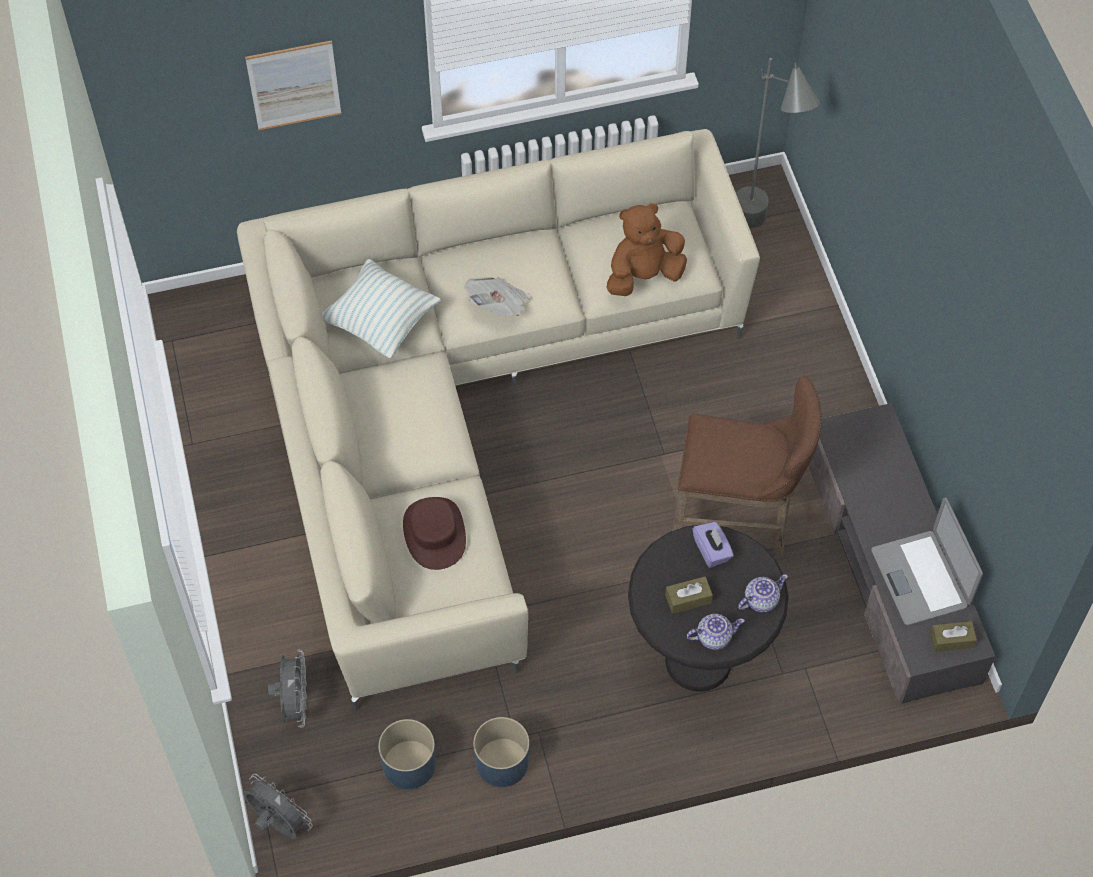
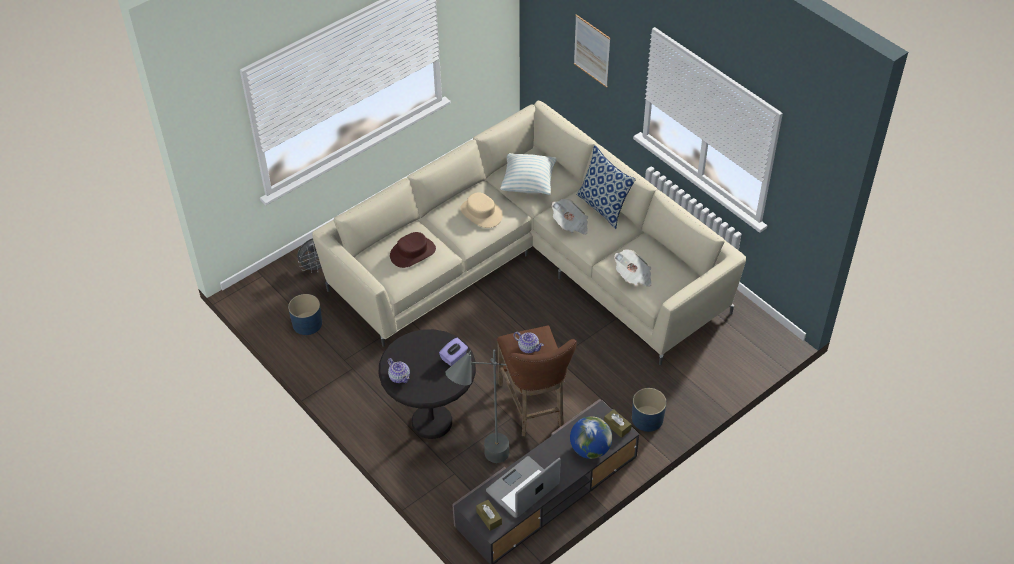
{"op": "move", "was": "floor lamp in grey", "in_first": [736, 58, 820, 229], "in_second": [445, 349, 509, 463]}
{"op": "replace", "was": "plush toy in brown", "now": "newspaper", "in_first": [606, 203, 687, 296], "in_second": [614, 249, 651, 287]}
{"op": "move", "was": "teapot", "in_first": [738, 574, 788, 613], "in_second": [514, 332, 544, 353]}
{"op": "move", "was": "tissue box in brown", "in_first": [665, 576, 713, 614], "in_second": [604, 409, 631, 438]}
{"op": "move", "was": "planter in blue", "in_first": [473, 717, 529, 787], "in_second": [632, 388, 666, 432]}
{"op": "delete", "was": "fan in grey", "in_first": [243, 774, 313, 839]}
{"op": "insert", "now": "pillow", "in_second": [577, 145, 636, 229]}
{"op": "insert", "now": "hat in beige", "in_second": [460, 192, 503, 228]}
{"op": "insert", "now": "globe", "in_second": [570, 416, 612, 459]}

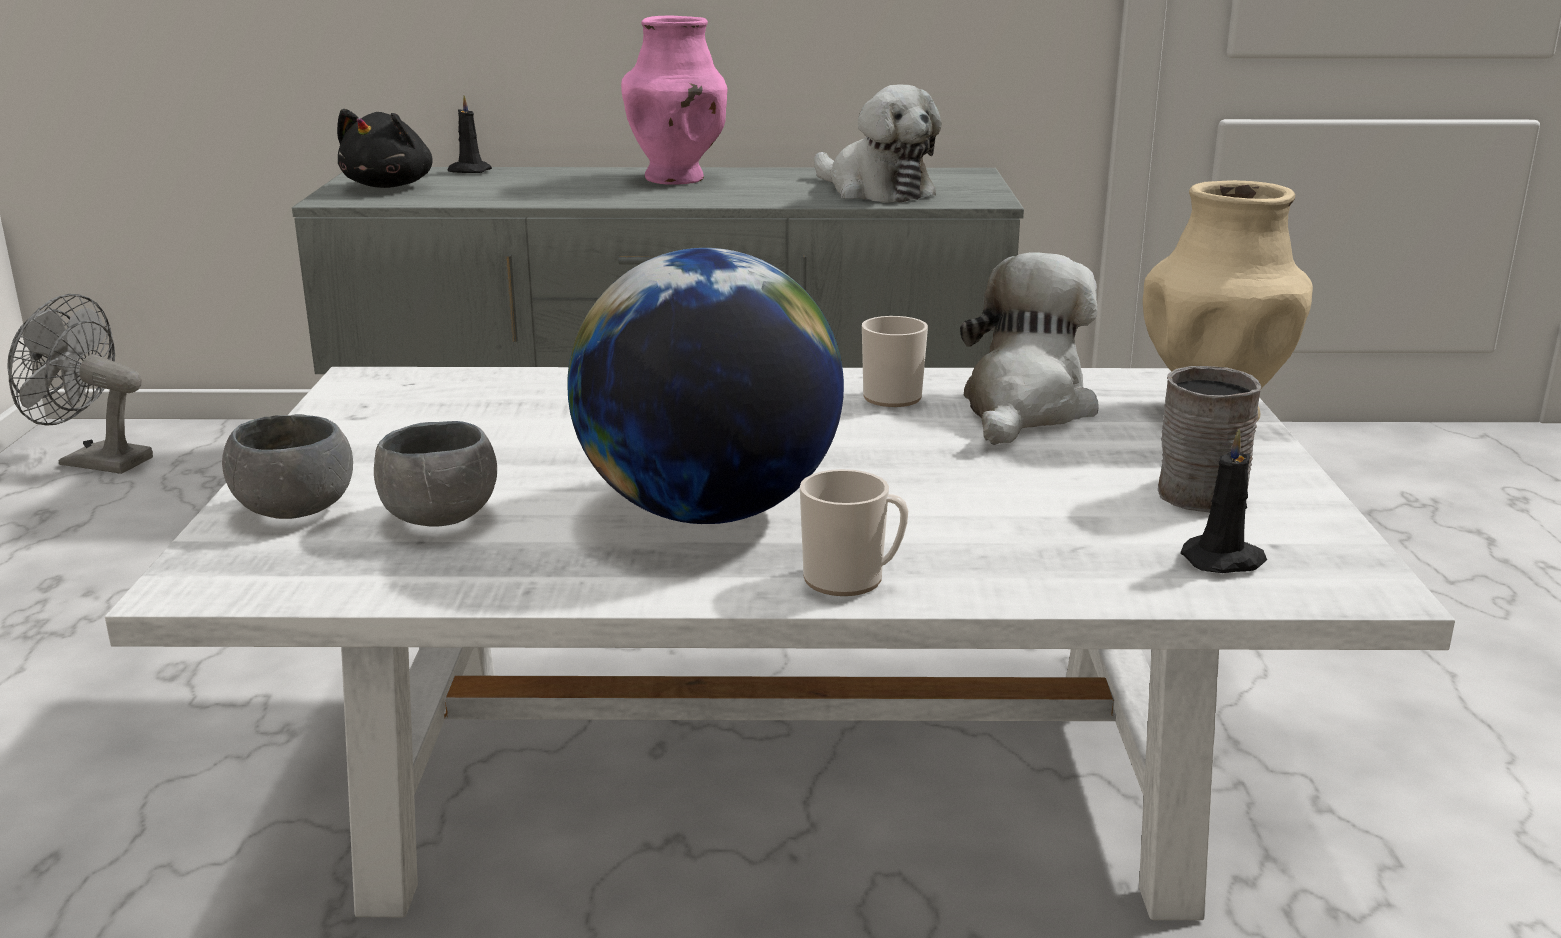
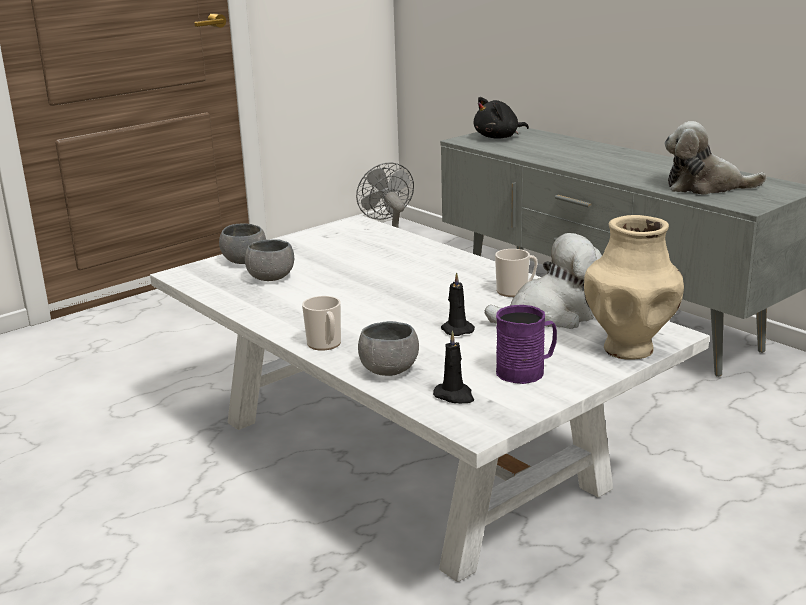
{"op": "delete", "was": "vase in pink", "in_first": [621, 16, 727, 185]}
{"op": "rotate", "was": "plush toy", "in_first": [814, 85, 942, 203], "in_second": [664, 121, 767, 195], "clockwise": 90}
{"op": "move", "was": "candle in black", "in_first": [447, 95, 492, 173], "in_second": [441, 272, 475, 336]}
{"op": "delete", "was": "globe", "in_first": [567, 248, 844, 524]}
{"op": "recolor", "was": "mug in grey", "now": "mug in purple", "in_first": [1158, 366, 1262, 512], "in_second": [496, 305, 557, 384]}
{"op": "insert", "now": "bowl in grey", "in_second": [358, 321, 419, 376]}

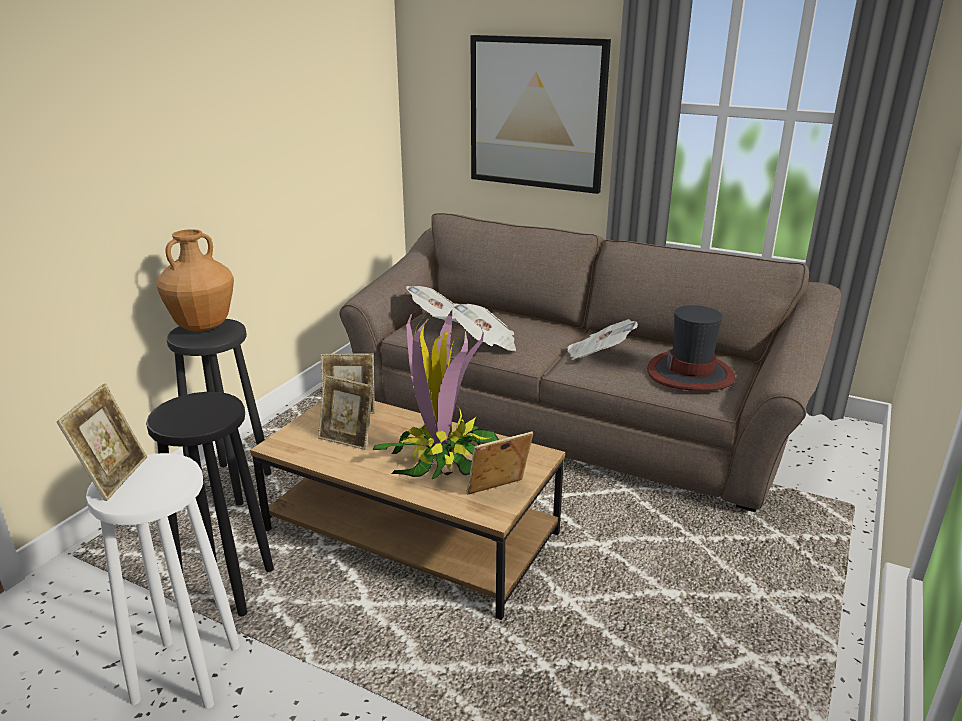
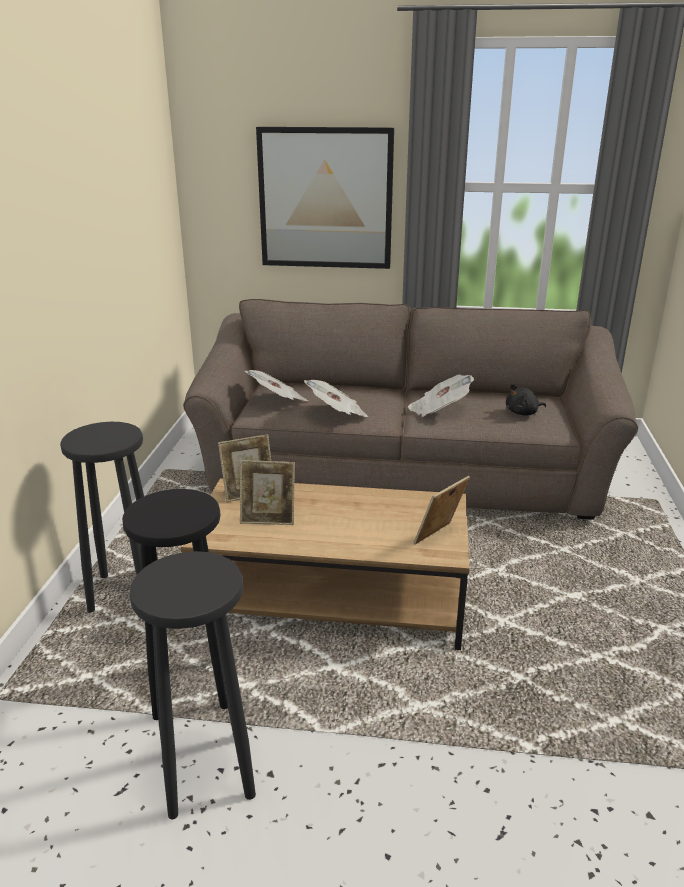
{"op": "delete", "was": "vase in brown", "in_first": [156, 229, 234, 331]}
{"op": "replace", "was": "hat", "now": "plush toy in black", "in_first": [647, 305, 735, 391], "in_second": [506, 384, 546, 416]}
{"op": "delete", "was": "potted plant", "in_first": [373, 308, 499, 479]}
{"op": "delete", "was": "picture frame", "in_first": [57, 383, 147, 501]}
{"op": "recolor", "was": "stool in white", "now": "stool in black", "in_first": [86, 453, 240, 709], "in_second": [129, 551, 256, 819]}

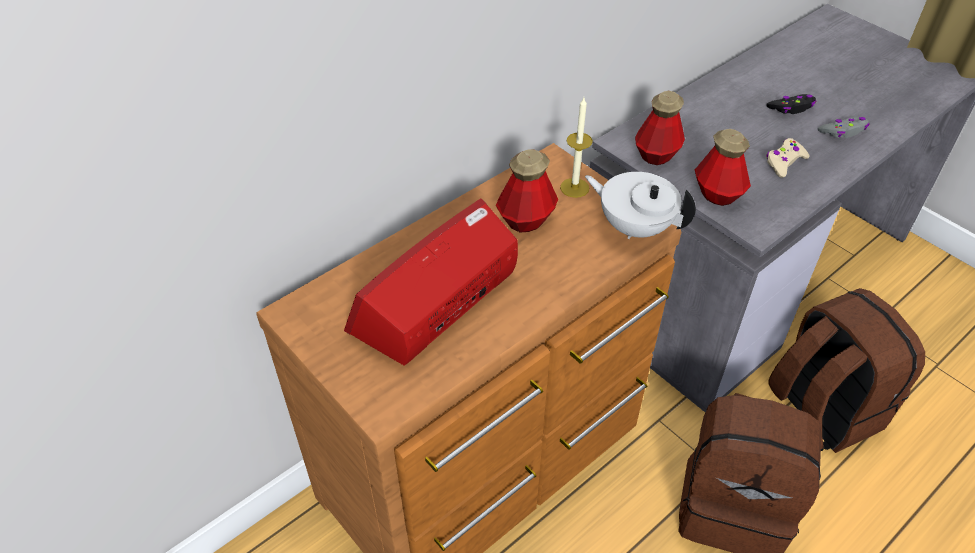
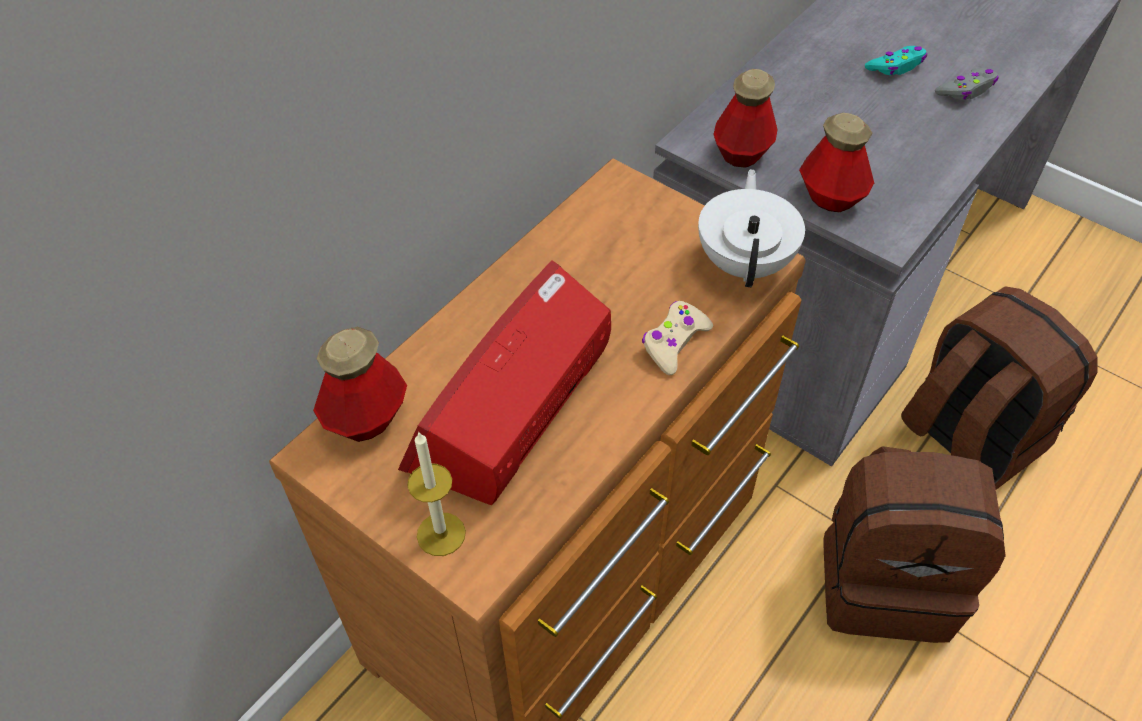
{"op": "recolor", "was": "game controller in black", "now": "game controller in turquoise", "in_first": [767, 94, 817, 114], "in_second": [865, 46, 927, 75]}
{"op": "move", "was": "candle", "in_first": [560, 98, 593, 198], "in_second": [407, 431, 466, 556]}
{"op": "move", "was": "game controller in beige", "in_first": [766, 138, 810, 178], "in_second": [642, 301, 713, 375]}
{"op": "move", "was": "bottle", "in_first": [496, 149, 558, 232], "in_second": [313, 327, 407, 442]}
{"op": "rotate", "was": "teapot in white", "in_first": [585, 172, 696, 239], "in_second": [698, 169, 805, 287], "clockwise": 75}

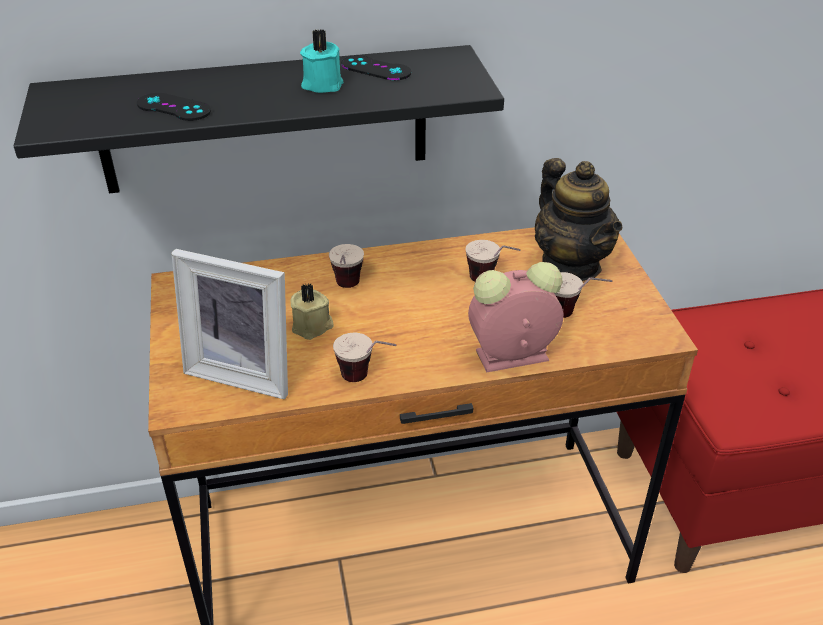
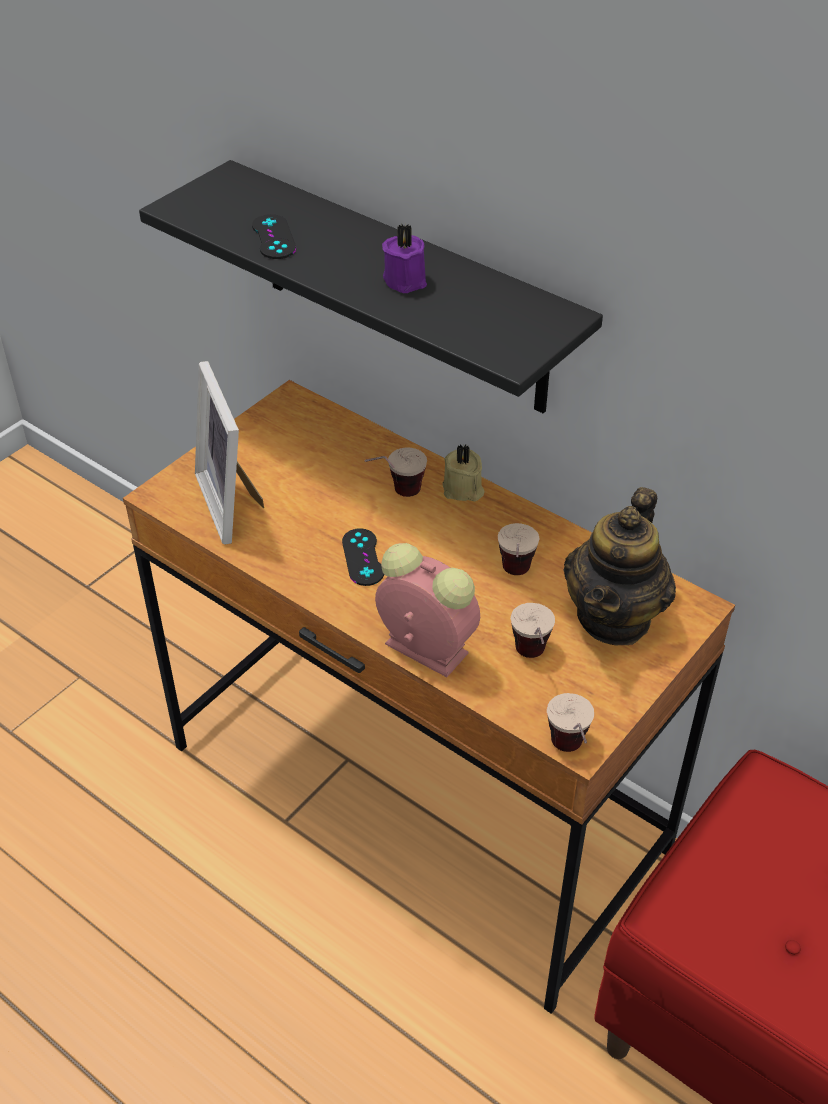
{"op": "recolor", "was": "candle in turquoise", "now": "candle in purple", "in_first": [300, 29, 344, 93], "in_second": [382, 224, 427, 293]}
{"op": "move", "was": "game controller in black", "in_first": [341, 55, 411, 80], "in_second": [342, 528, 384, 586]}
{"op": "move", "was": "candle in beige", "in_first": [290, 283, 334, 340], "in_second": [442, 444, 484, 501]}
{"op": "move", "was": "cup", "in_first": [333, 333, 396, 382], "in_second": [547, 693, 594, 752]}

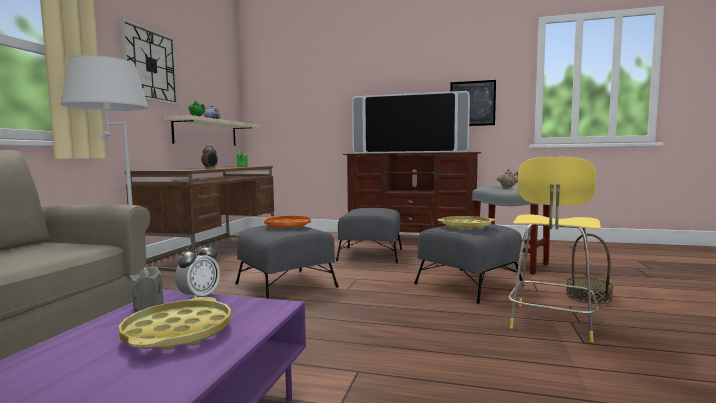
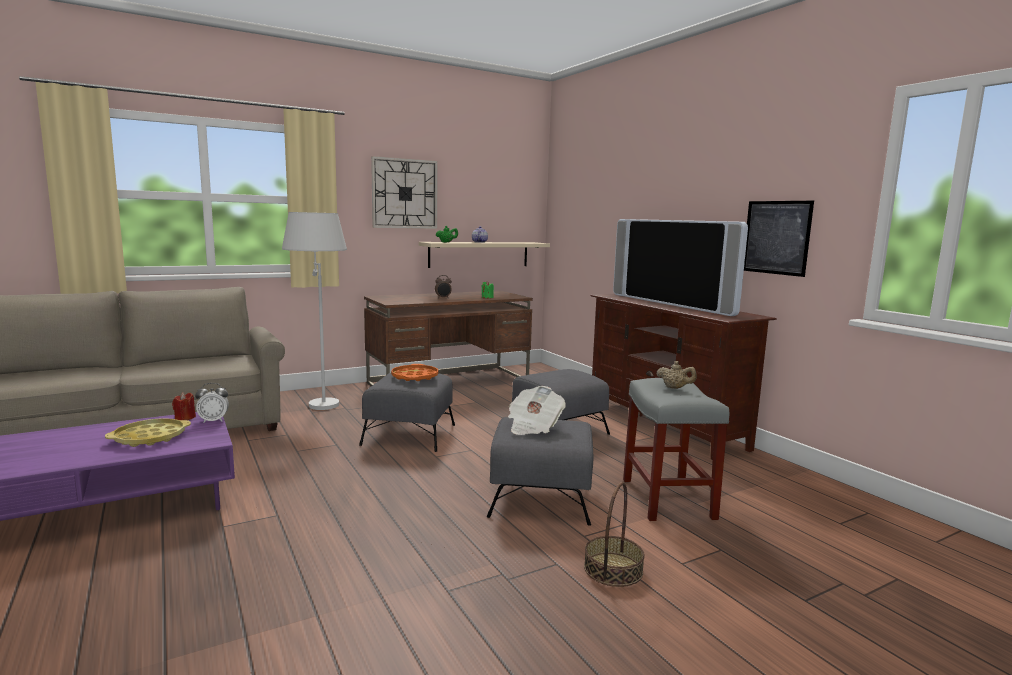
{"op": "delete", "was": "stool in yellow", "in_first": [508, 157, 601, 342]}
{"op": "replace", "was": "tray in yellow", "now": "newspaper", "in_first": [438, 216, 495, 230], "in_second": [508, 386, 566, 435]}
{"op": "recolor", "was": "candle in grey", "now": "candle in red", "in_first": [130, 267, 164, 312], "in_second": [172, 393, 196, 420]}

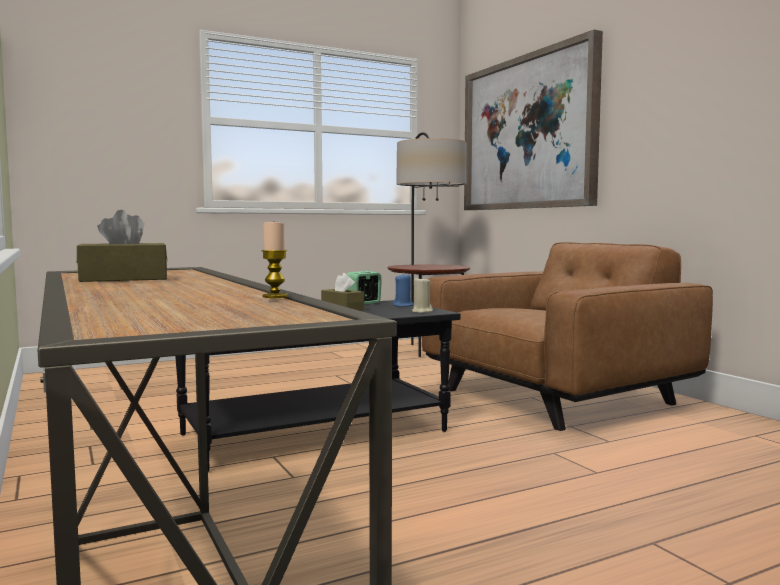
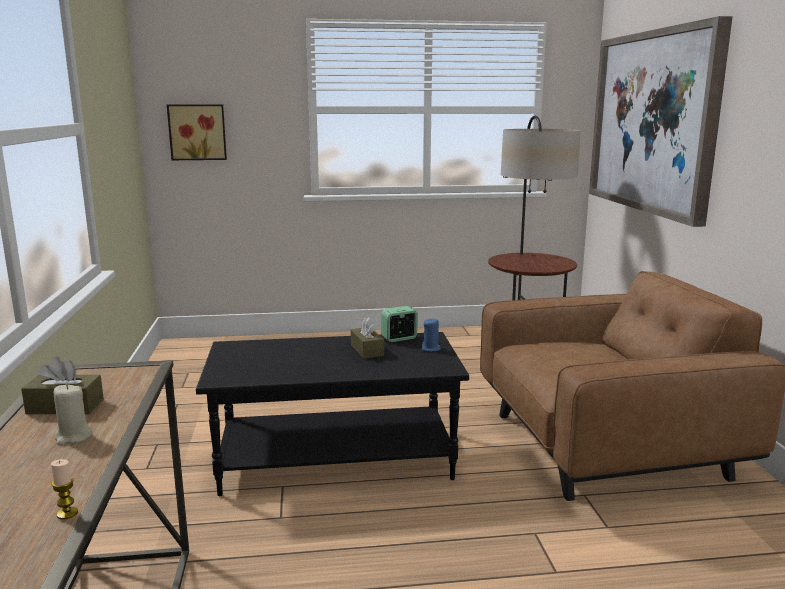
{"op": "move", "was": "candle in beige", "in_first": [412, 277, 433, 313], "in_second": [53, 384, 92, 445]}
{"op": "insert", "now": "picture", "in_second": [167, 105, 227, 160]}

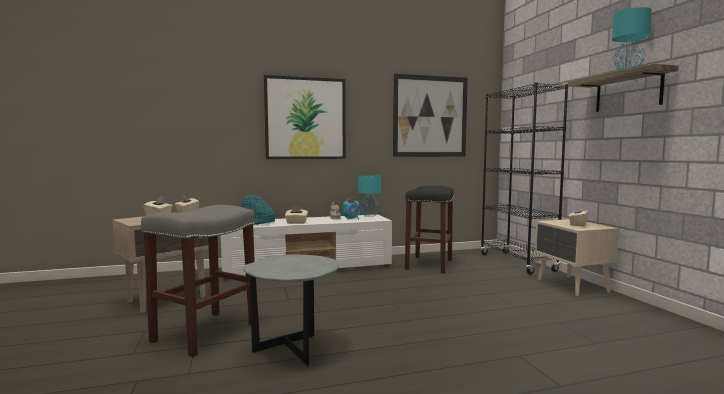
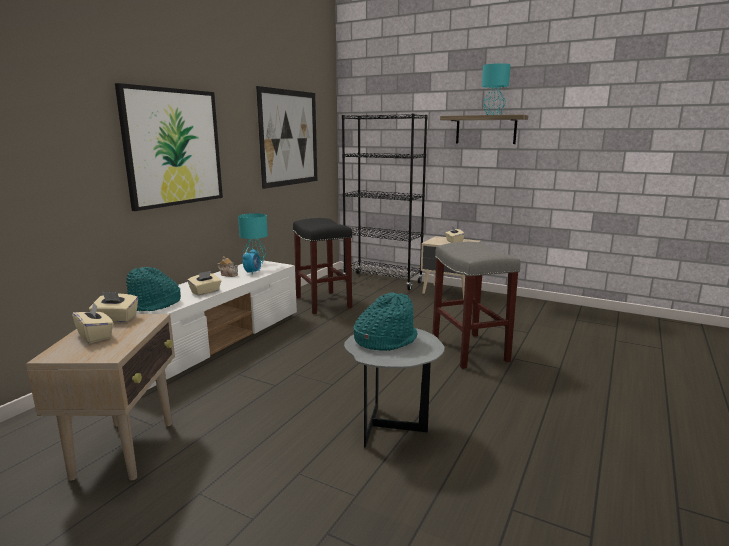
{"op": "move", "was": "stool in grey", "in_first": [141, 205, 255, 357], "in_second": [432, 242, 520, 369]}
{"op": "insert", "now": "hat in turquoise", "in_second": [353, 292, 418, 351]}

